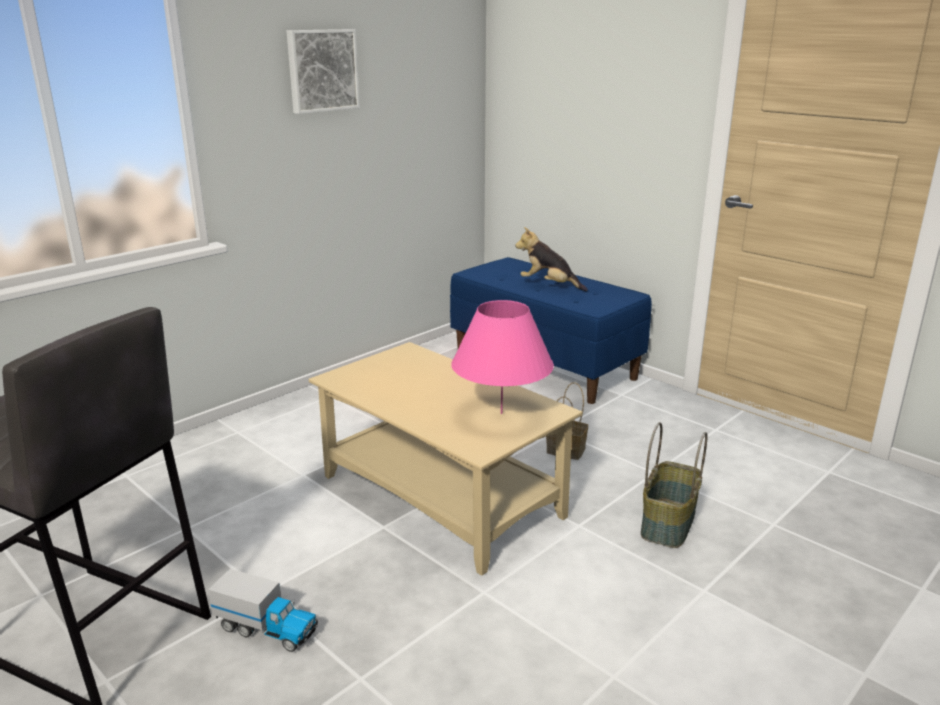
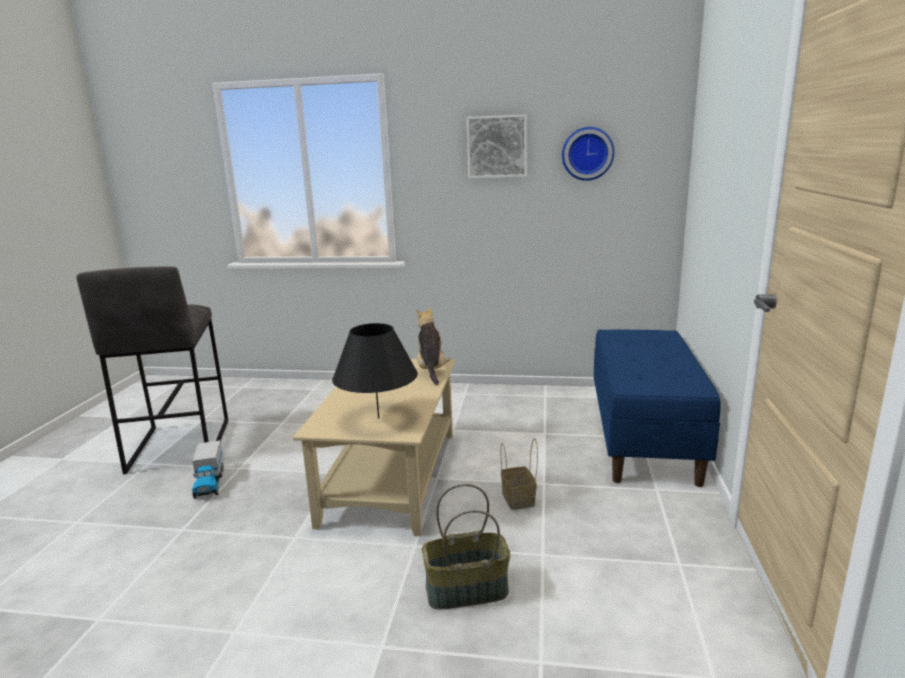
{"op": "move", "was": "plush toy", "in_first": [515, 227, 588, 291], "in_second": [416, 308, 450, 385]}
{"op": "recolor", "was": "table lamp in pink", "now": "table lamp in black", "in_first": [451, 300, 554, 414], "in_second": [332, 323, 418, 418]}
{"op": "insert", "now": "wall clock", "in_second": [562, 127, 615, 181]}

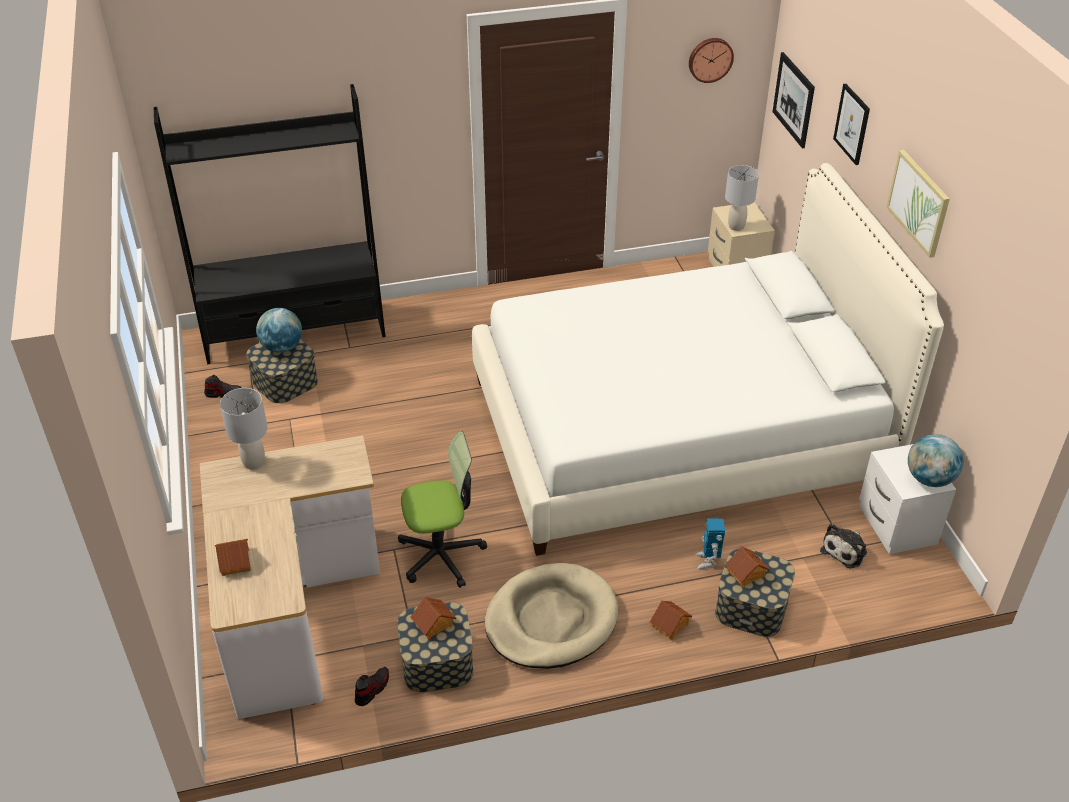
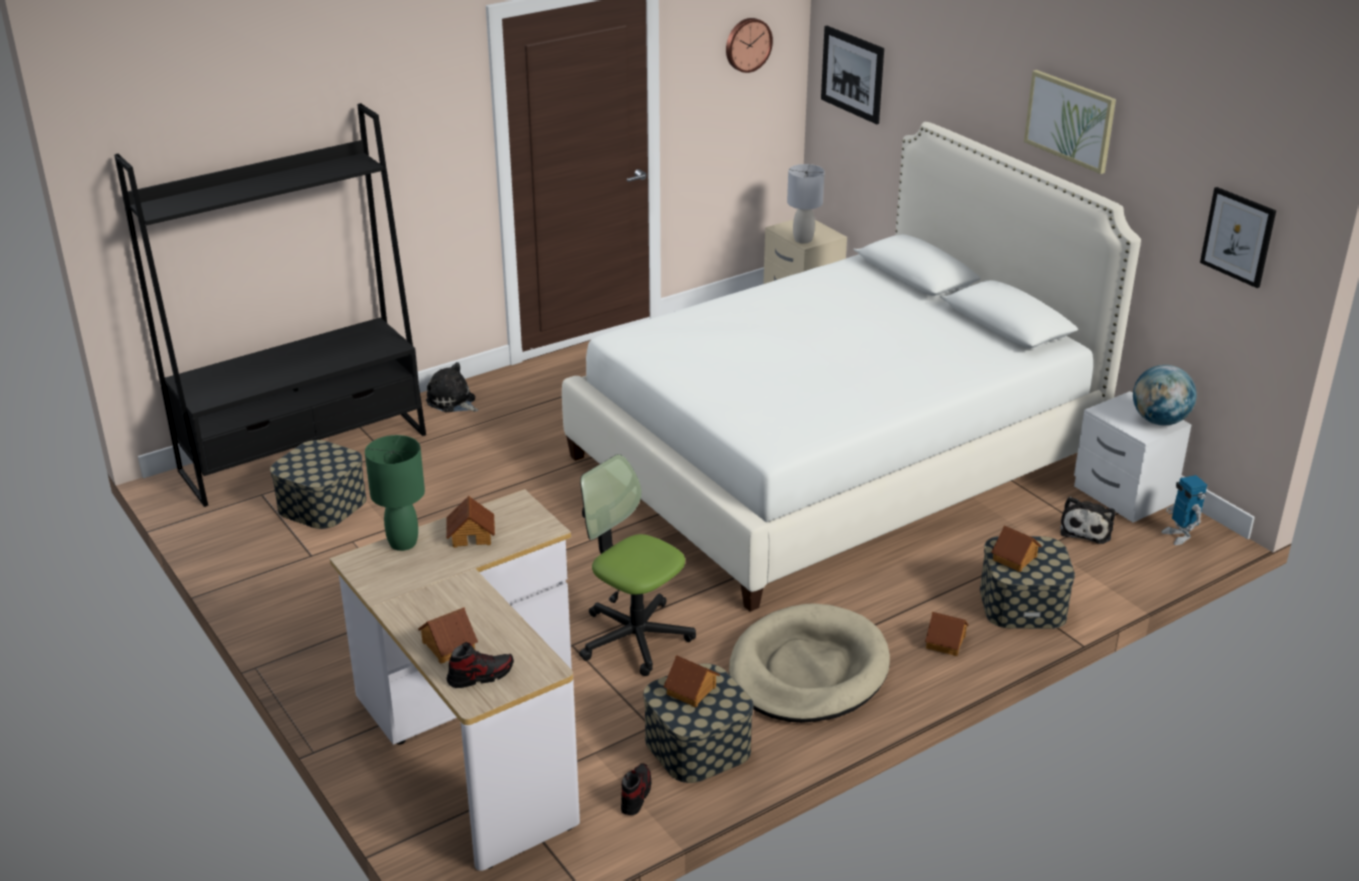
{"op": "move", "was": "picture", "in_first": [833, 84, 870, 165], "in_second": [1200, 187, 1276, 288]}
{"op": "delete", "was": "globe", "in_first": [256, 308, 302, 353]}
{"op": "move", "was": "shoe", "in_first": [204, 375, 241, 398], "in_second": [447, 642, 514, 688]}
{"op": "recolor", "was": "table lamp in grey", "now": "table lamp in green", "in_first": [220, 388, 268, 470], "in_second": [365, 435, 425, 551]}
{"op": "rotate", "was": "office chair", "in_first": [398, 431, 487, 588], "in_second": [579, 454, 696, 676], "clockwise": -105}
{"op": "move", "was": "toy robot", "in_first": [695, 518, 725, 570], "in_second": [1161, 475, 1207, 545]}
{"op": "insert", "now": "plush toy", "in_second": [426, 362, 479, 413]}
{"op": "insert", "now": "toy house", "in_second": [446, 496, 495, 548]}

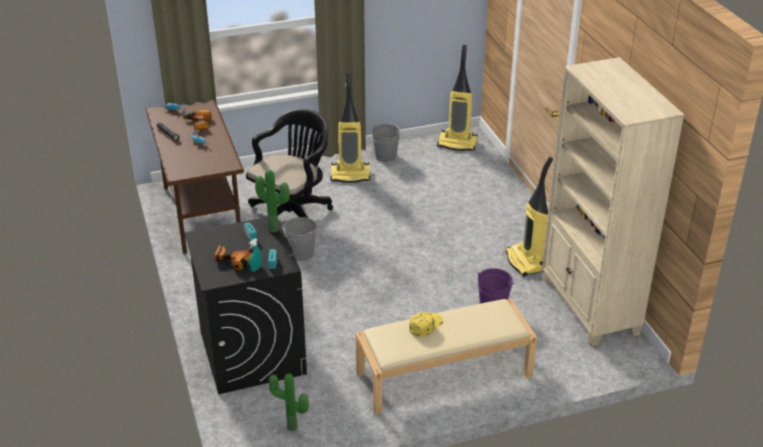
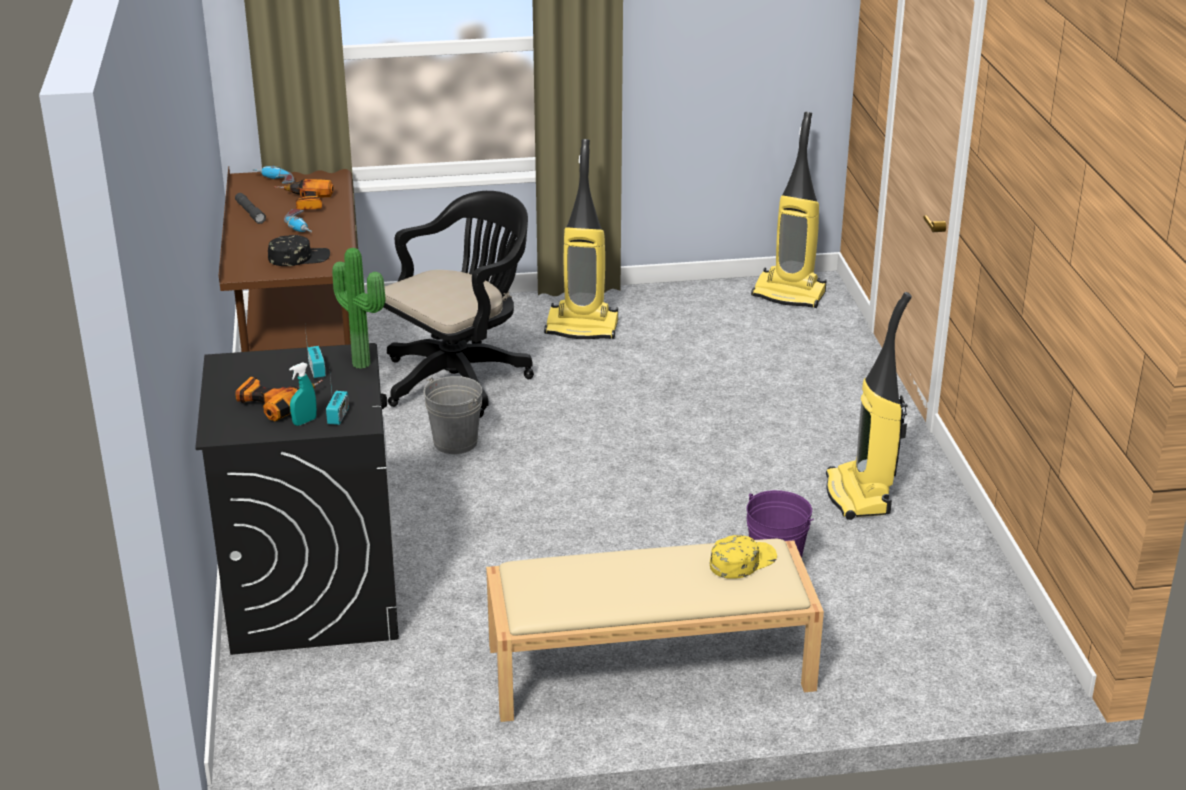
{"op": "delete", "was": "bookcase in beige", "in_first": [542, 57, 684, 346]}
{"op": "delete", "was": "bucket in grey", "in_first": [372, 124, 400, 162]}
{"op": "move", "was": "cap in yellow", "in_first": [409, 312, 443, 337], "in_second": [710, 535, 777, 579]}
{"op": "delete", "was": "potted plant", "in_first": [269, 373, 309, 431]}
{"op": "insert", "now": "cap in black", "in_second": [268, 235, 330, 266]}

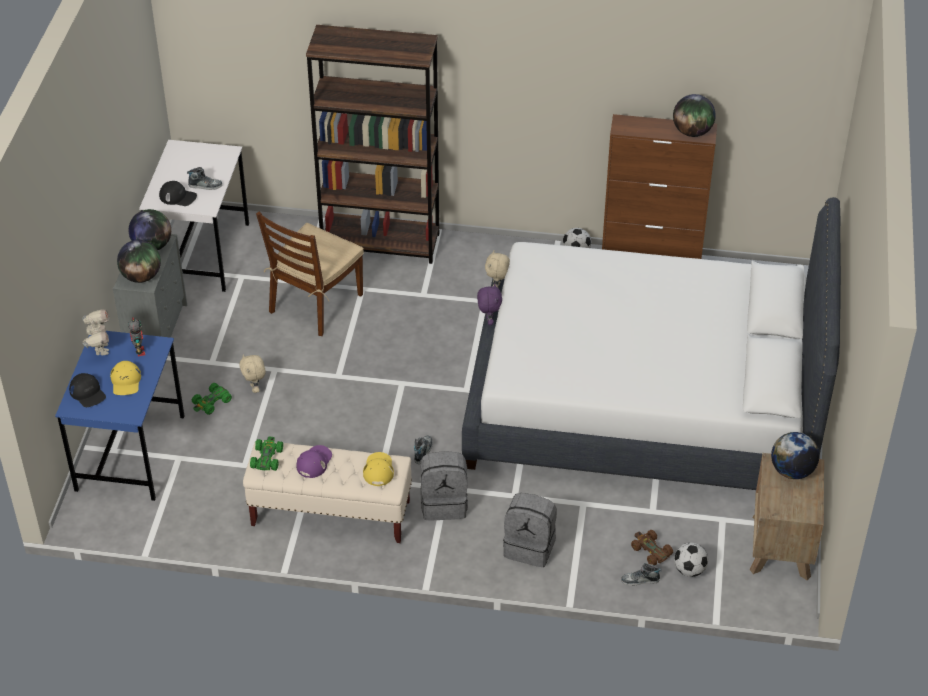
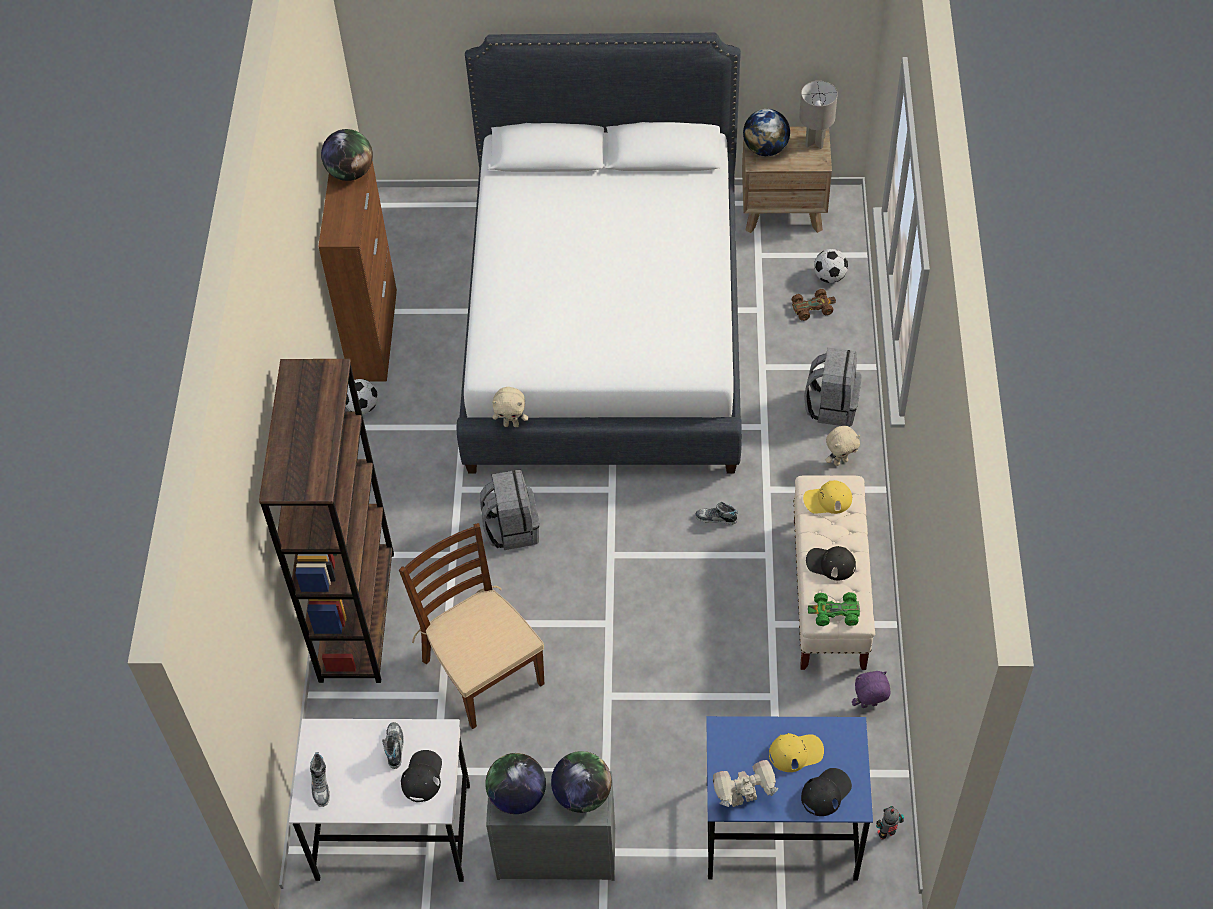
{"op": "rotate", "was": "chair in brown", "in_first": [256, 211, 364, 336], "in_second": [399, 523, 544, 729], "clockwise": -150}
{"op": "move", "was": "plush toy in purple", "in_first": [477, 284, 502, 325], "in_second": [852, 671, 891, 708]}
{"op": "move", "was": "toy robot", "in_first": [128, 317, 145, 356], "in_second": [876, 806, 904, 840]}
{"op": "move", "was": "plush toy in beige", "in_first": [239, 354, 266, 393], "in_second": [825, 426, 860, 466]}
{"op": "delete", "was": "toy car in green", "in_first": [192, 383, 232, 415]}
{"op": "recolor", "was": "cap in purple", "now": "cap in black", "in_first": [296, 445, 332, 478], "in_second": [806, 546, 856, 581]}
{"op": "move", "was": "backpack in grey", "in_first": [420, 451, 468, 521], "in_second": [480, 469, 539, 550]}
{"op": "rotate", "was": "toy car in brown", "in_first": [631, 530, 673, 565], "in_second": [792, 289, 836, 321], "clockwise": -150}
{"op": "move", "was": "shoe", "in_first": [621, 563, 661, 586], "in_second": [310, 752, 330, 807]}
{"op": "insert", "now": "table lamp in grey", "in_second": [799, 81, 838, 149]}

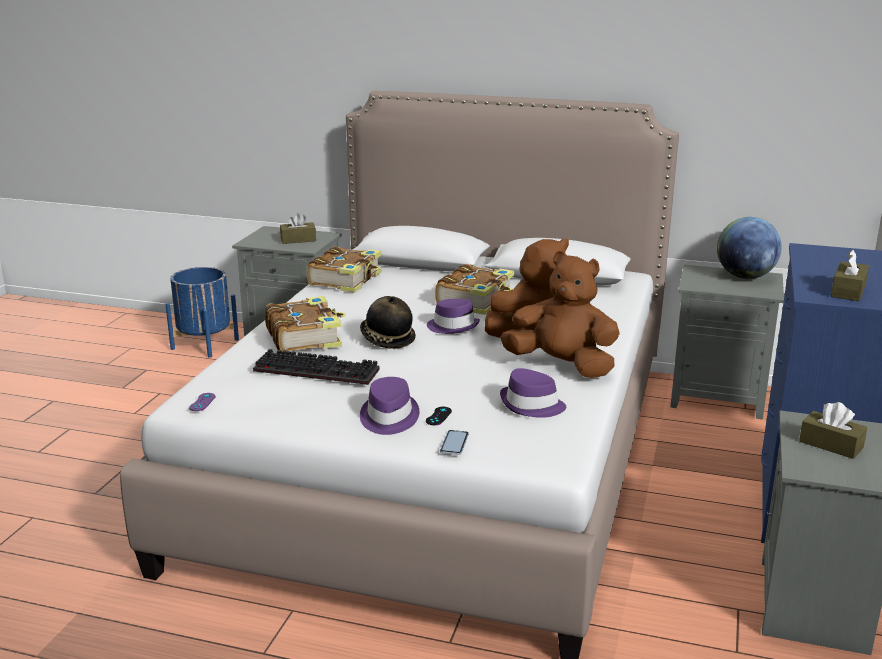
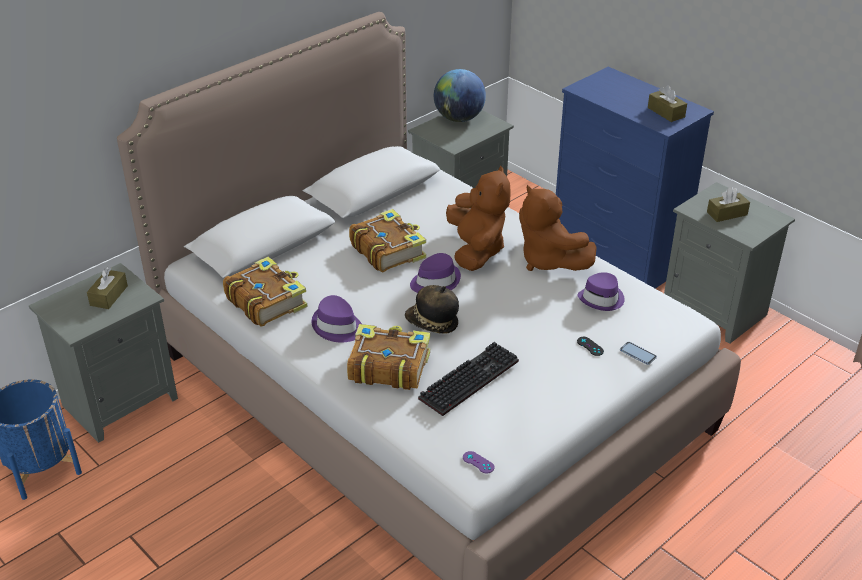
{"op": "rotate", "was": "plush toy in brown", "in_first": [500, 251, 620, 378], "in_second": [519, 185, 597, 271], "clockwise": -90}
{"op": "move", "was": "hat in purple", "in_first": [360, 377, 419, 435], "in_second": [312, 295, 362, 342]}

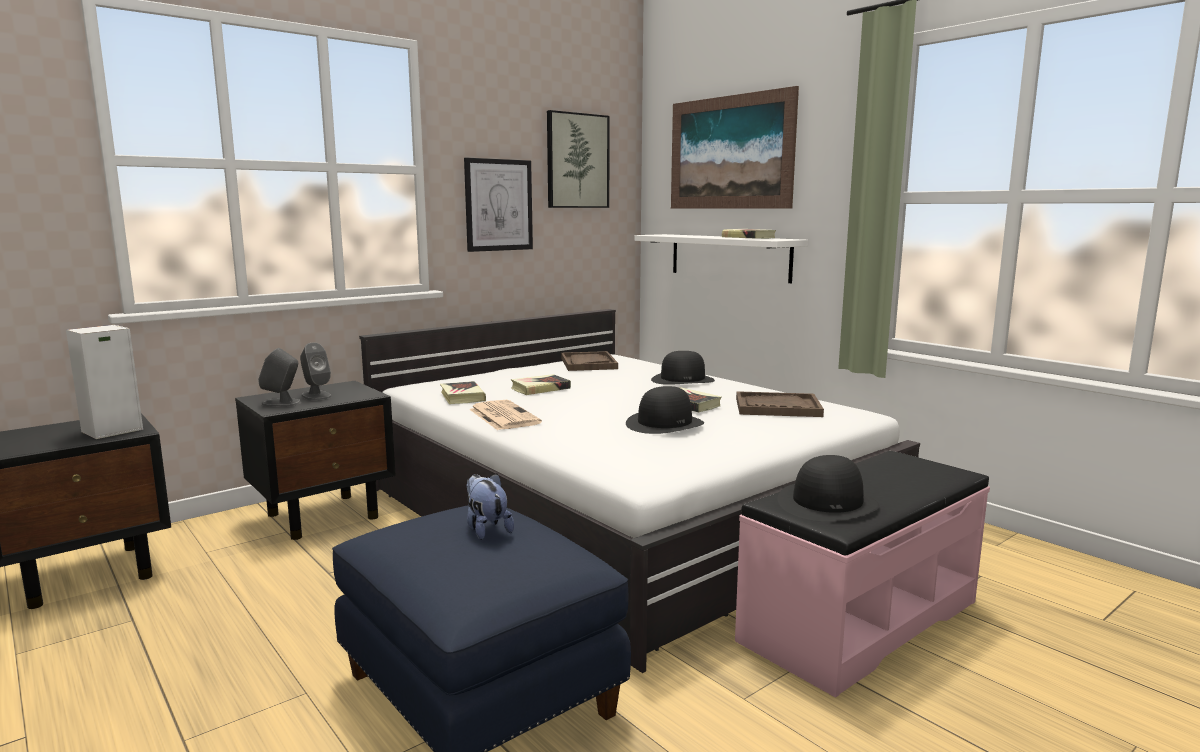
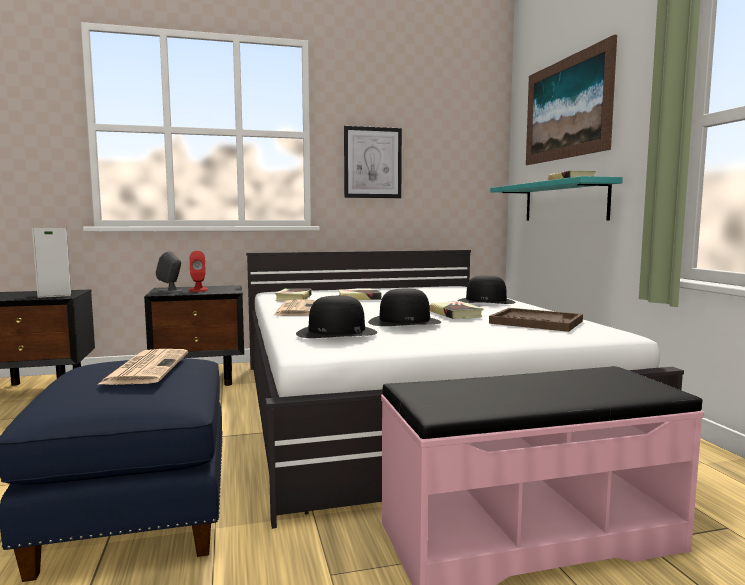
{"op": "delete", "was": "picture", "in_first": [547, 110, 610, 208]}
{"op": "recolor", "was": "shelf in white", "now": "shelf in turquoise", "in_first": [635, 234, 808, 283], "in_second": [490, 176, 623, 221]}
{"op": "recolor", "was": "speaker in grey", "now": "speaker in red", "in_first": [300, 342, 332, 401], "in_second": [189, 251, 208, 292]}
{"op": "delete", "was": "tray in brown", "in_first": [561, 351, 618, 371]}
{"op": "move", "was": "hat in black", "in_first": [778, 455, 880, 521], "in_second": [296, 296, 377, 338]}
{"op": "replace", "was": "plush toy", "now": "newspaper", "in_first": [466, 474, 514, 540], "in_second": [97, 349, 188, 385]}

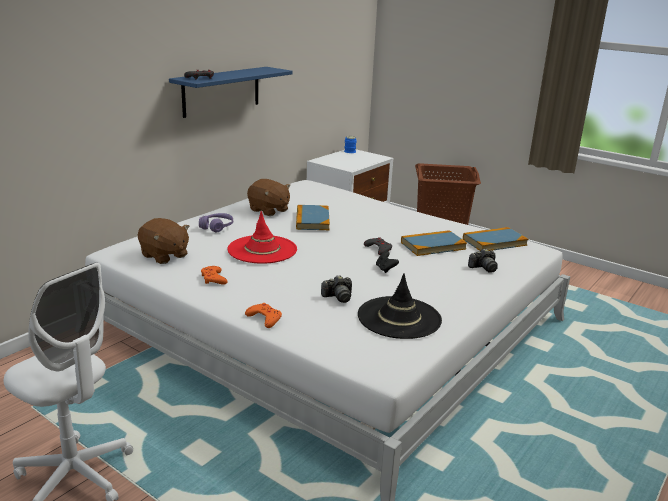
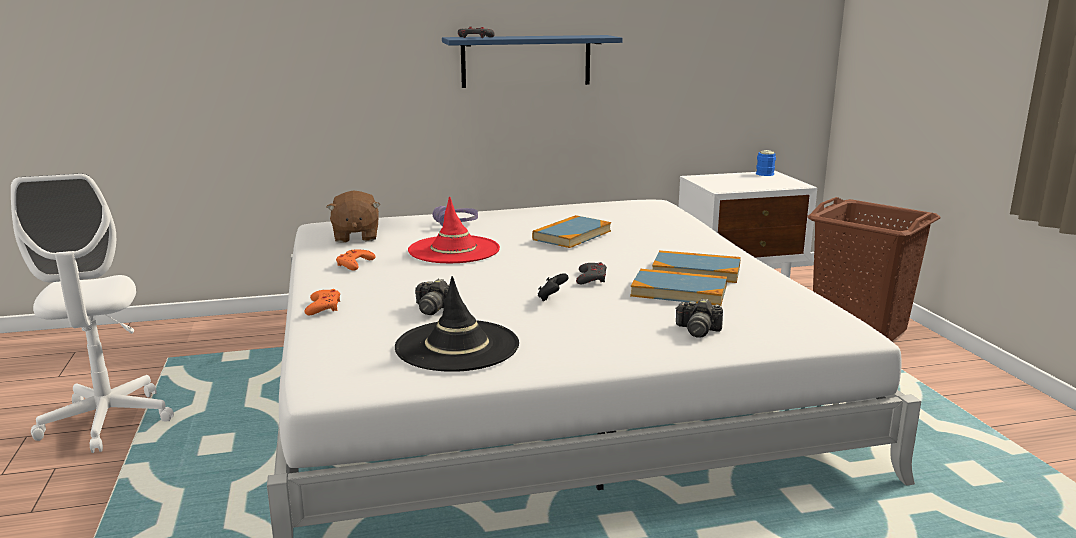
{"op": "delete", "was": "plush toy in brown", "in_first": [247, 179, 291, 216]}
{"op": "move", "was": "book", "in_first": [463, 227, 528, 251], "in_second": [652, 250, 741, 283]}

